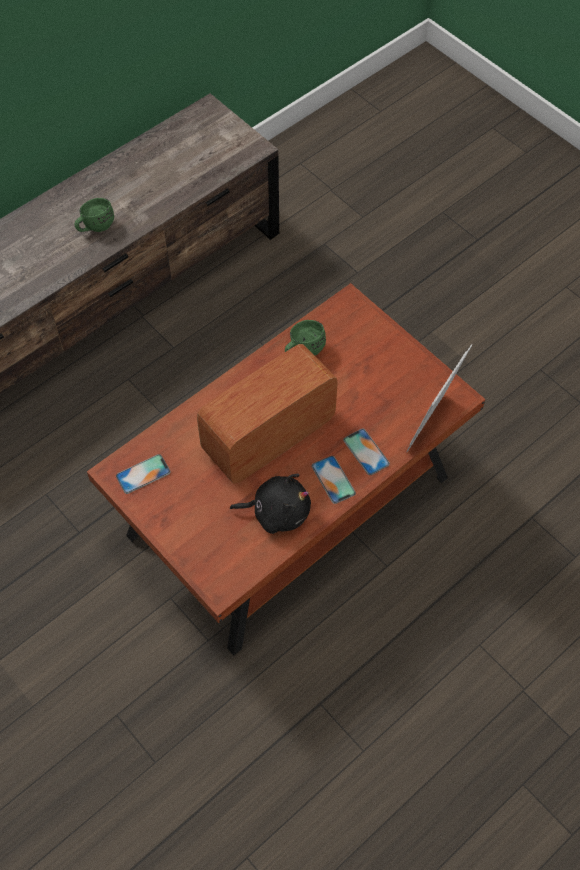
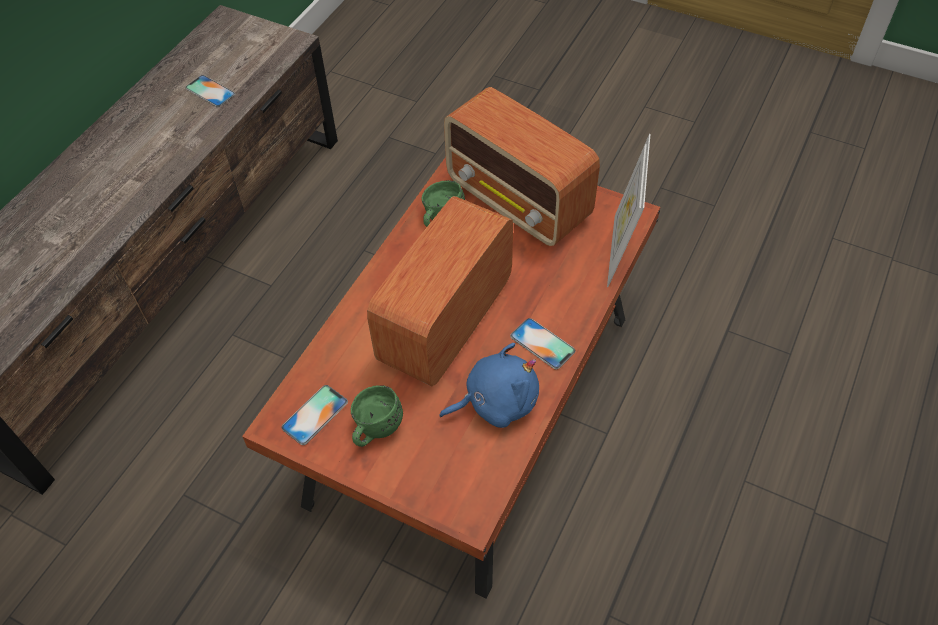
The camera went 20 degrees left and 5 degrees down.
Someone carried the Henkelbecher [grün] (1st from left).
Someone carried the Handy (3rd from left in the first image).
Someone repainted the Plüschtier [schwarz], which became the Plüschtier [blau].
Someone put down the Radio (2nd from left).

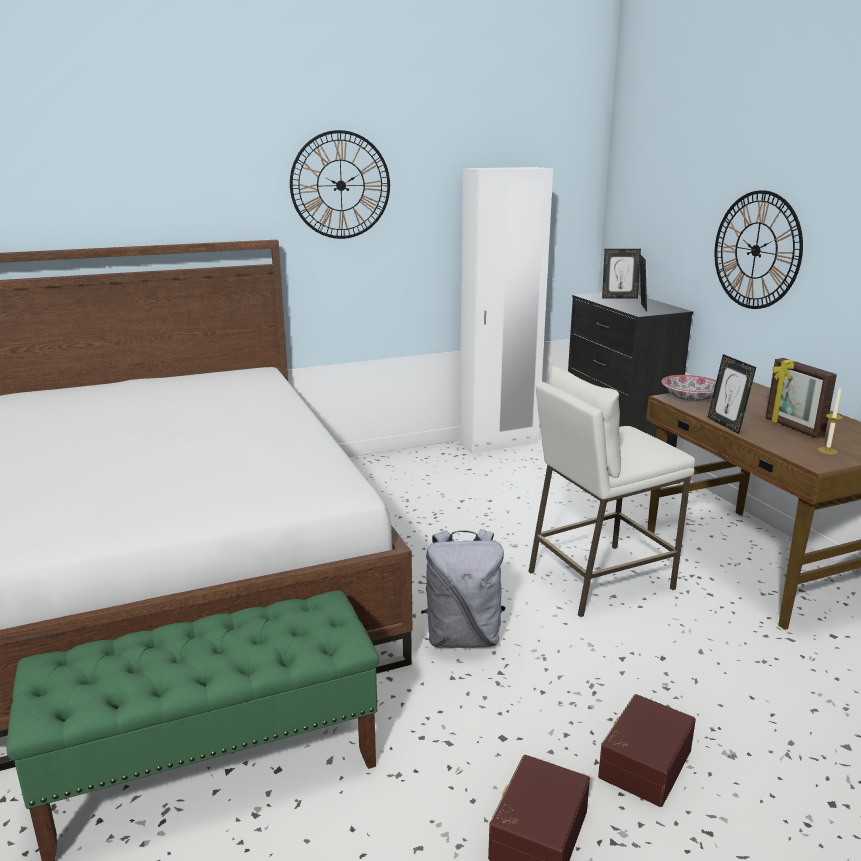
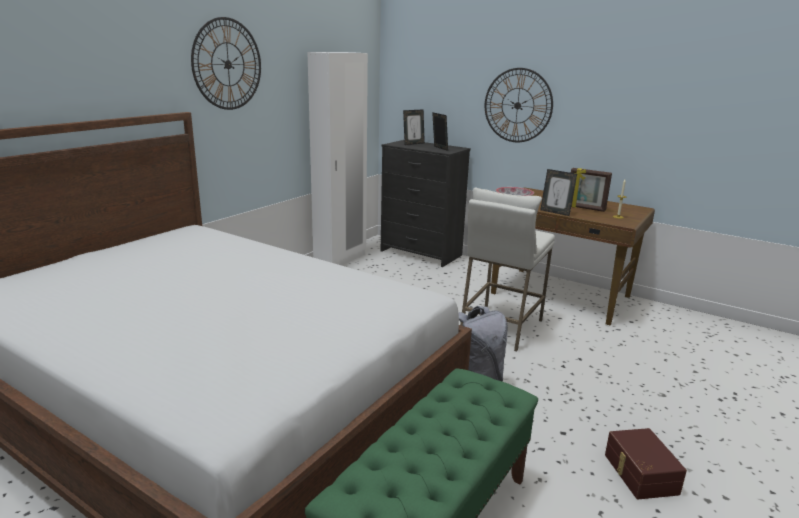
The camera went 35 degrees left and 0 degrees up.
Someone took away the Aufbewahrungsbox [braun] (2nd from left).

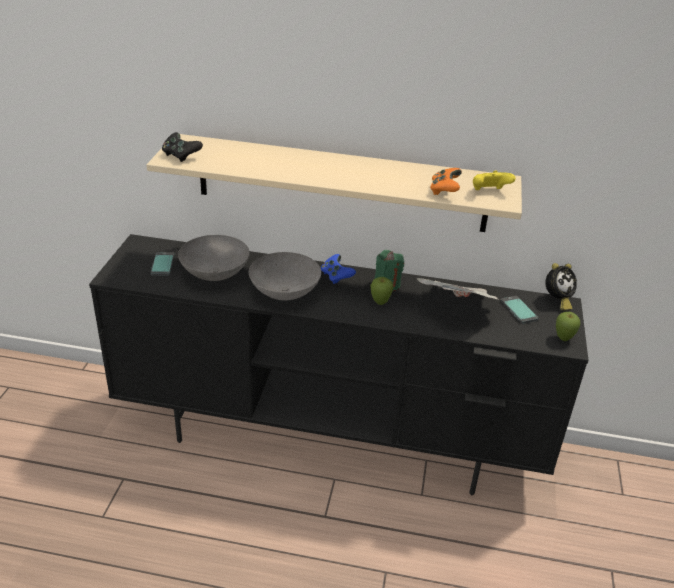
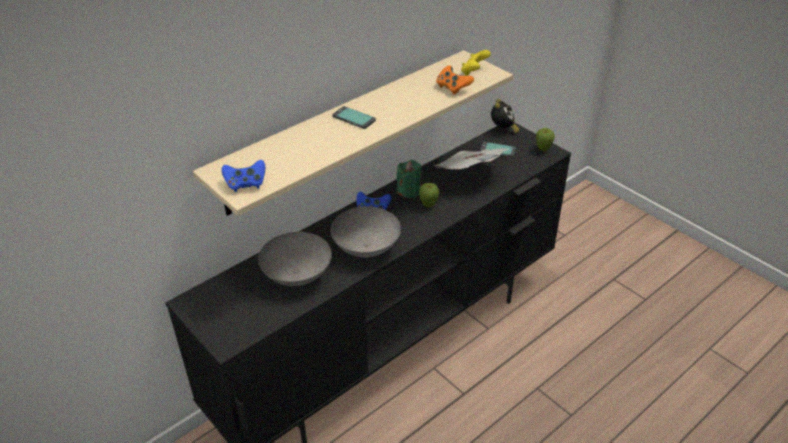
The camera went 50 degrees left and 5 degrees up.
Someone repainted the Gamepad [schwarz], which became the Gamepad [blau] (1st from left).
Someone carried the Handy (1st from left).

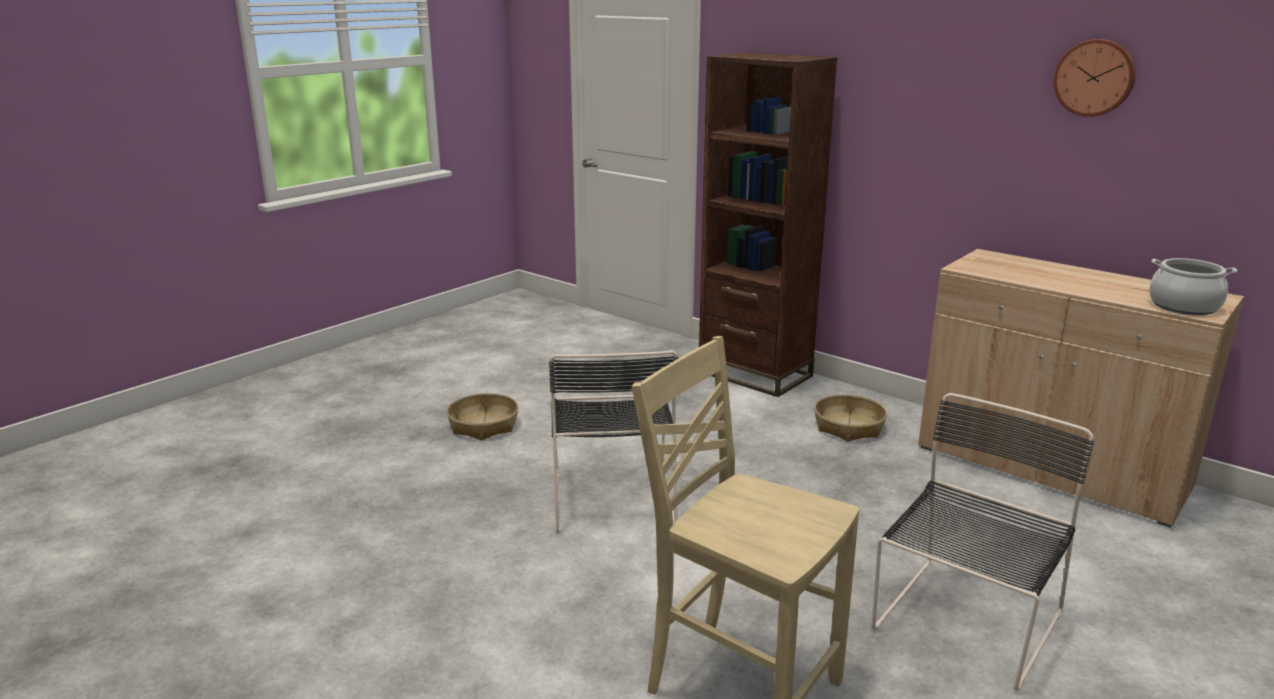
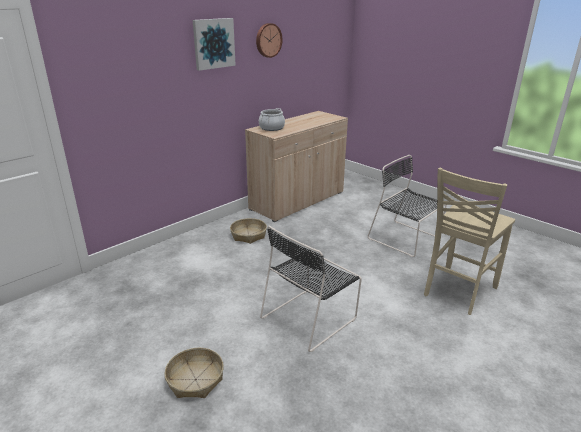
The camera went 85 degrees left and 5 degrees up.
Someone took away the Bücherregal [braun].
Someone carried the Kochtopf.
Someone rotated the Stuhl [schwarz] (1st from left) by 135 degrees clockwise.
Someone put up the Bild.

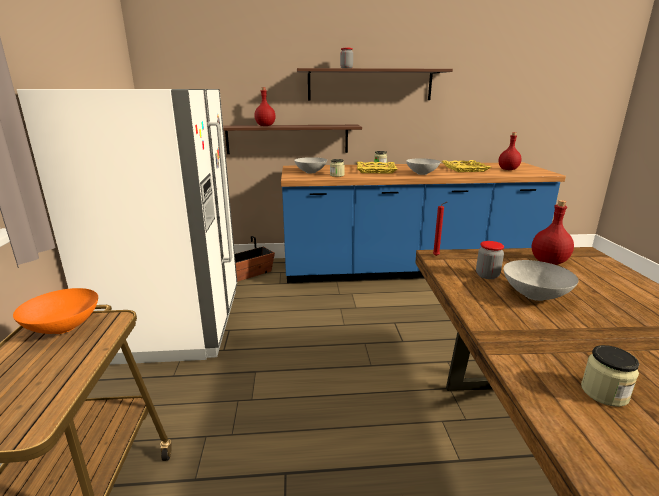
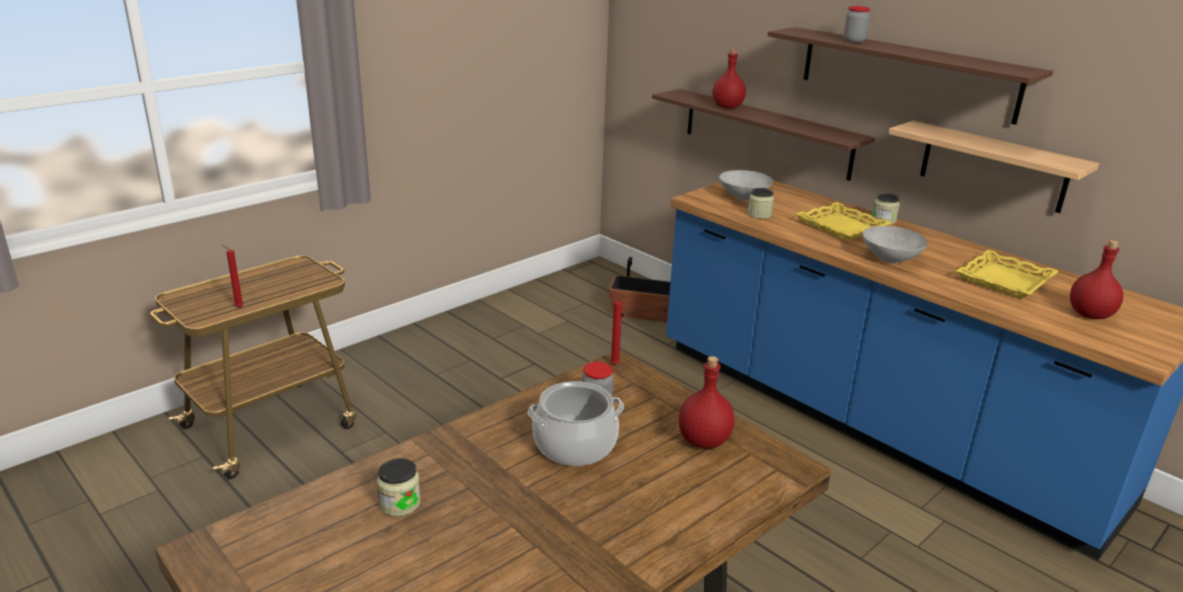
The camera went 50 degrees right and 5 degrees up.
Someone took away the Kühlschrank [weiß].
Someone swapped the Schüssel [grau] (3rd from left) for the Kochtopf.
Someone took away the Schüssel [orange].
Someone put up the Wandregal (3rd from left).
Someone put down the Kerze [rot] (1st from left).

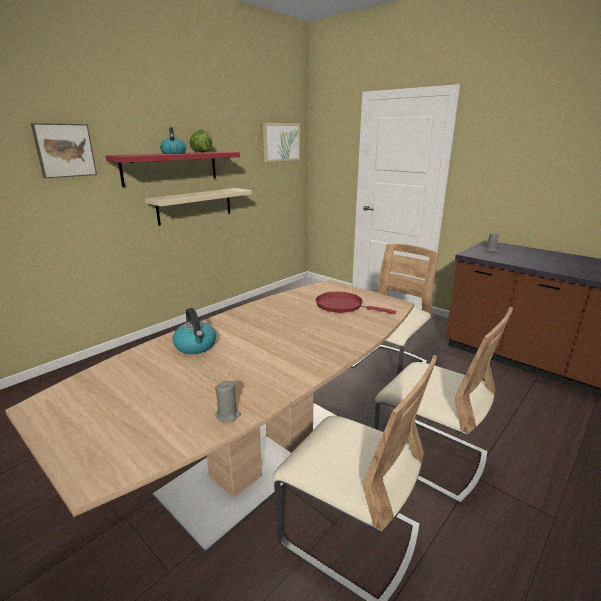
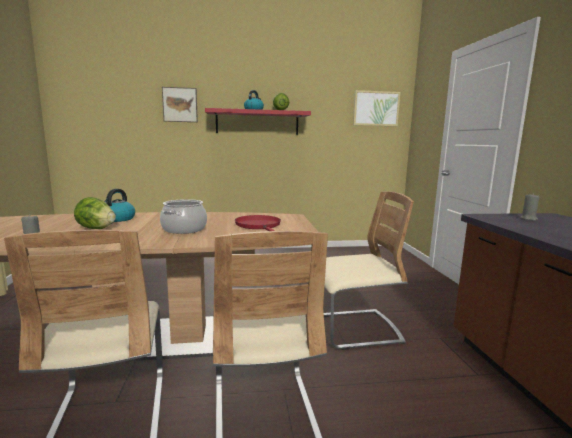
The camera went 40 degrees right and 10 degrees down.
Someone took away the Wandregal [beige].
Someone put down the Salatkopf (1st from left).
Someone put down the Kochtopf.

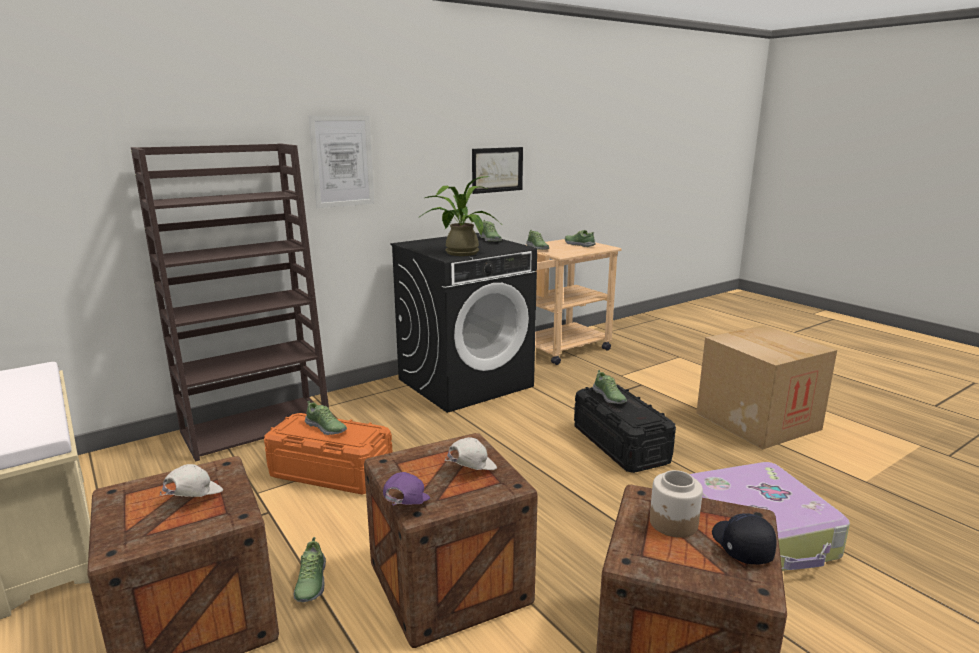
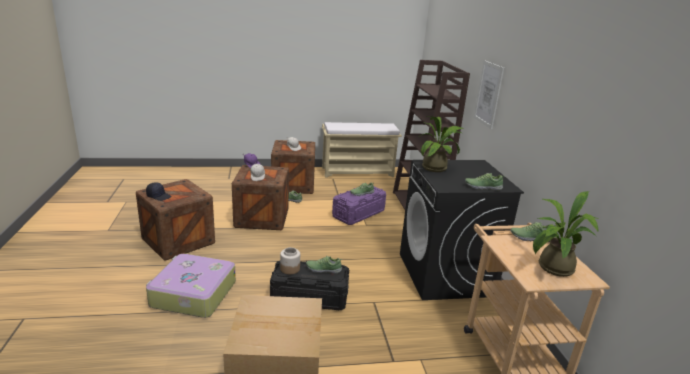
The camera went 115 degrees right and 5 degrees up.
Someone took away the Bild (2nd from left).
Someone swapped the Schuh (5th from left) for the Topfpflanze (2nd from left).
Someone repainted the Aufbewahrungsbox [orange], which became the Aufbewahrungsbox [lila].
Someone carried the Vorratsglas.

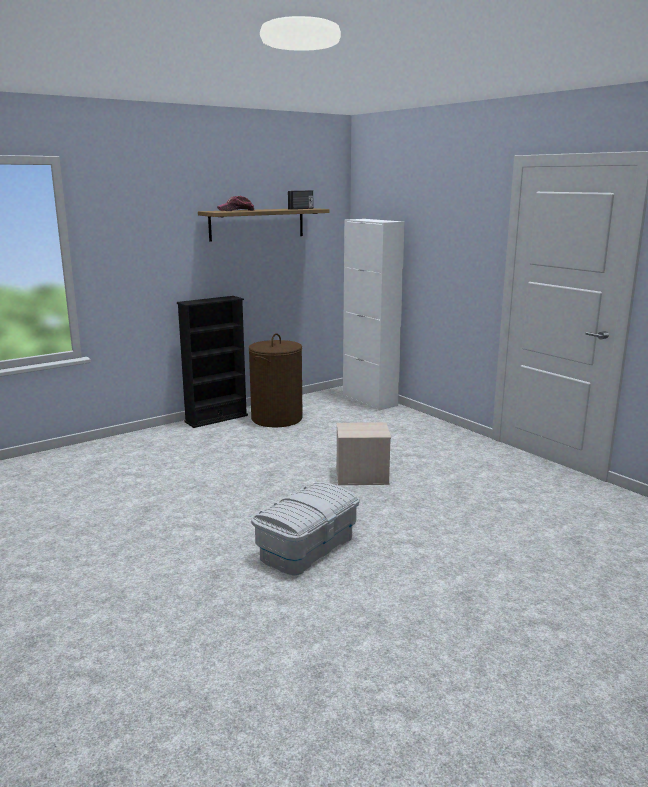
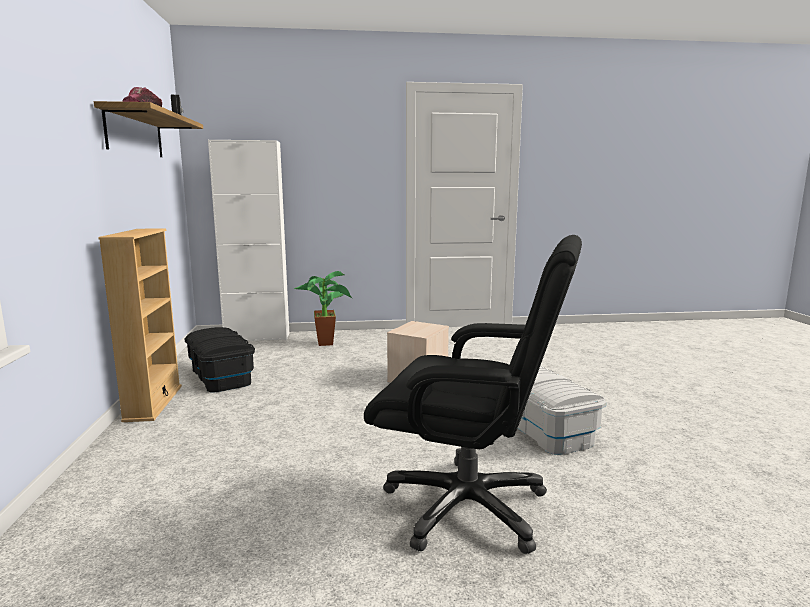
The camera went 60 degrees left and 5 degrees down.
Someone repainted the Bücherregal [schwarz], which became the Bücherregal [beige].
Someone swapped the Wäschekorb [braun] for the Aufbewahrungsbox [schwarz].
Someone put down the Bürostuhl [schwarz].
Someone put down the Topfpflanze.

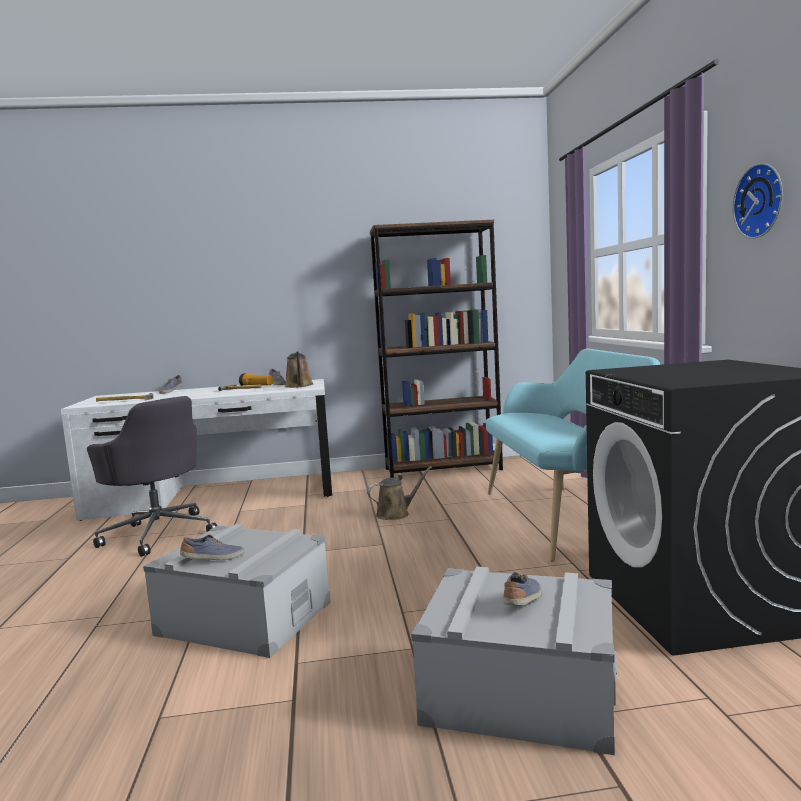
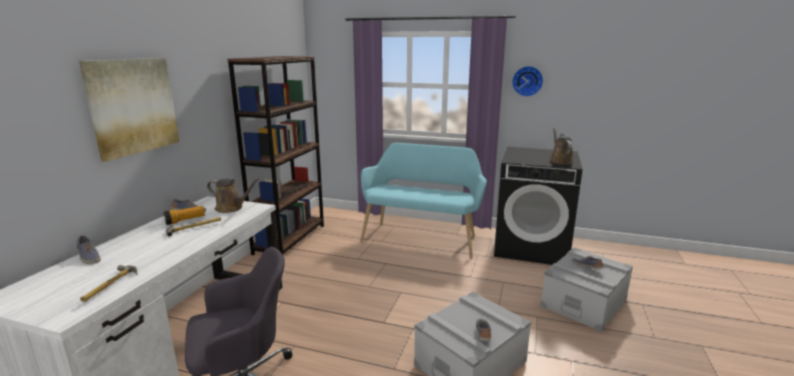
The camera went 65 degrees left and 10 degrees up.
Someone carried the Gießkanne [braun] (2nd from left).
Someone put up the Bild.

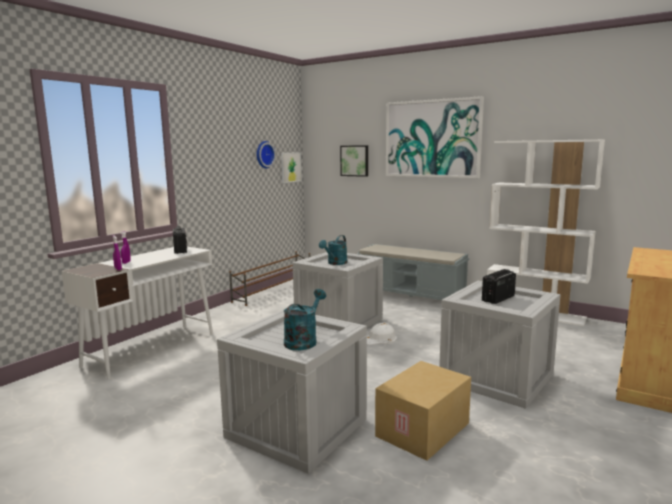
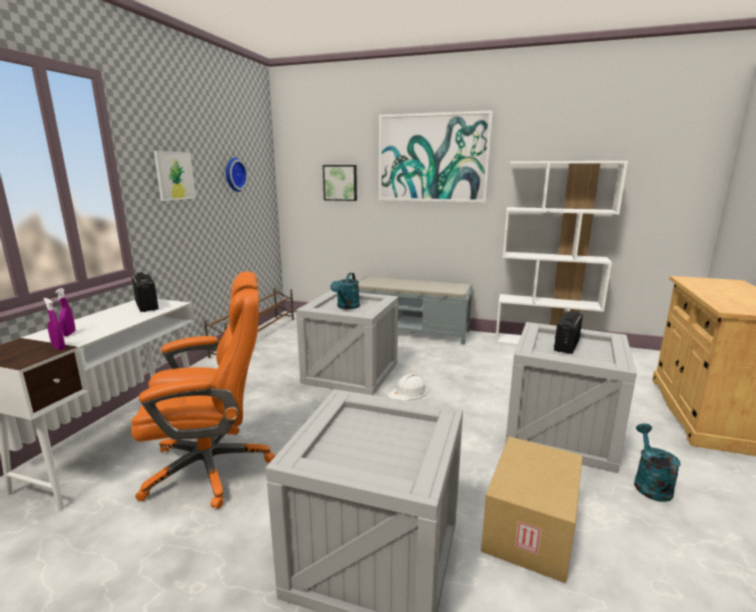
The camera went 15 degrees left and 5 degrees up.
Someone carried the Bild (1st from left).
Someone carried the Gießkanne [türkis] (1st from left in the first image).
Someone put down the Bürostuhl [orange].

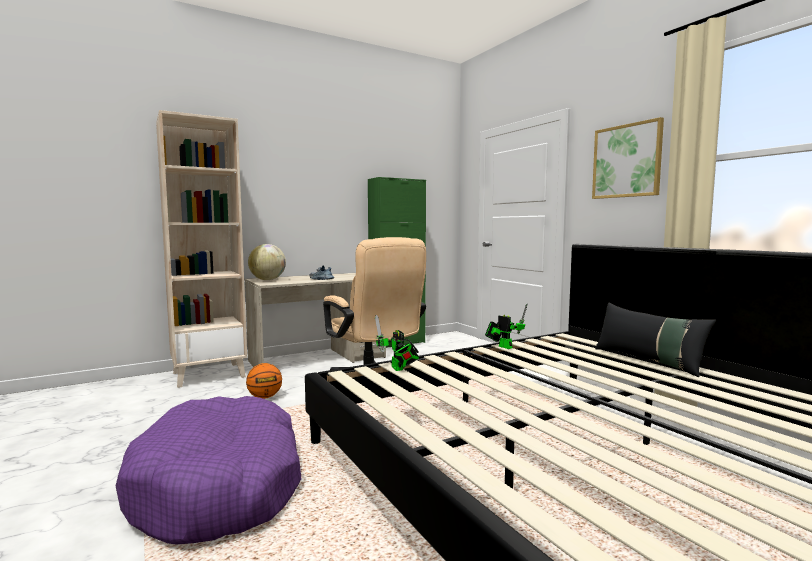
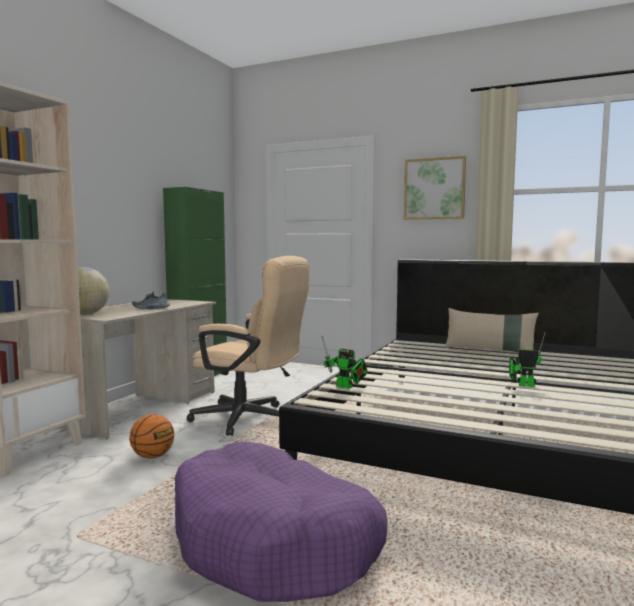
The camera went 35 degrees left and 0 degrees up.
Someone repainted the Kissen [schwarz], which became the Kissen [beige].
Someone carried the Spielzeugroboter (2nd from left).

